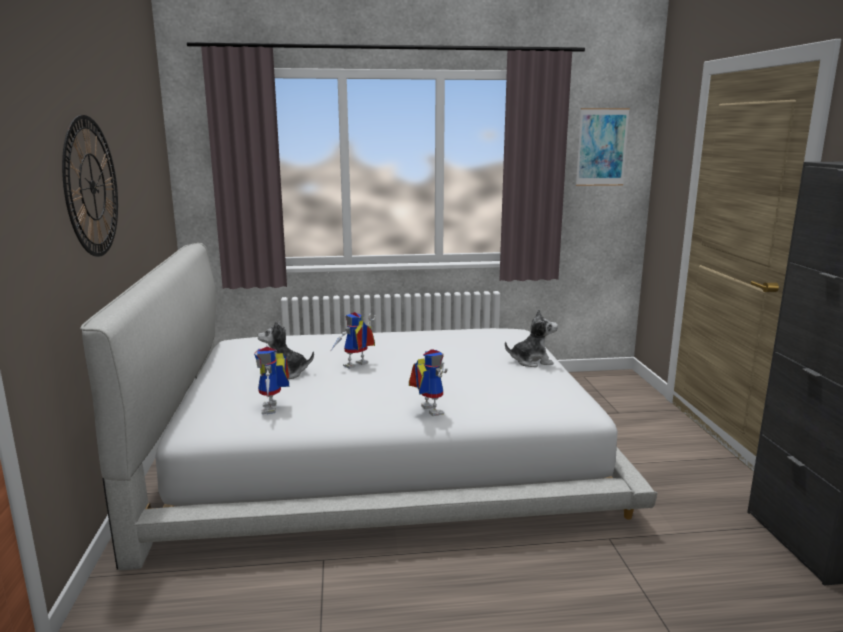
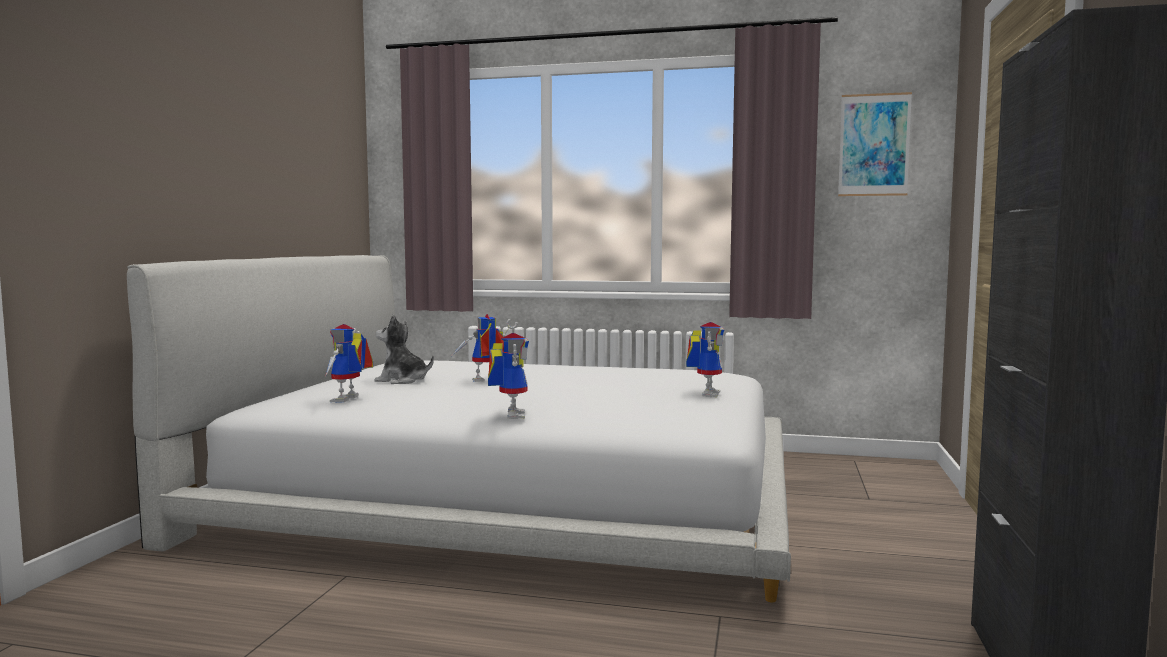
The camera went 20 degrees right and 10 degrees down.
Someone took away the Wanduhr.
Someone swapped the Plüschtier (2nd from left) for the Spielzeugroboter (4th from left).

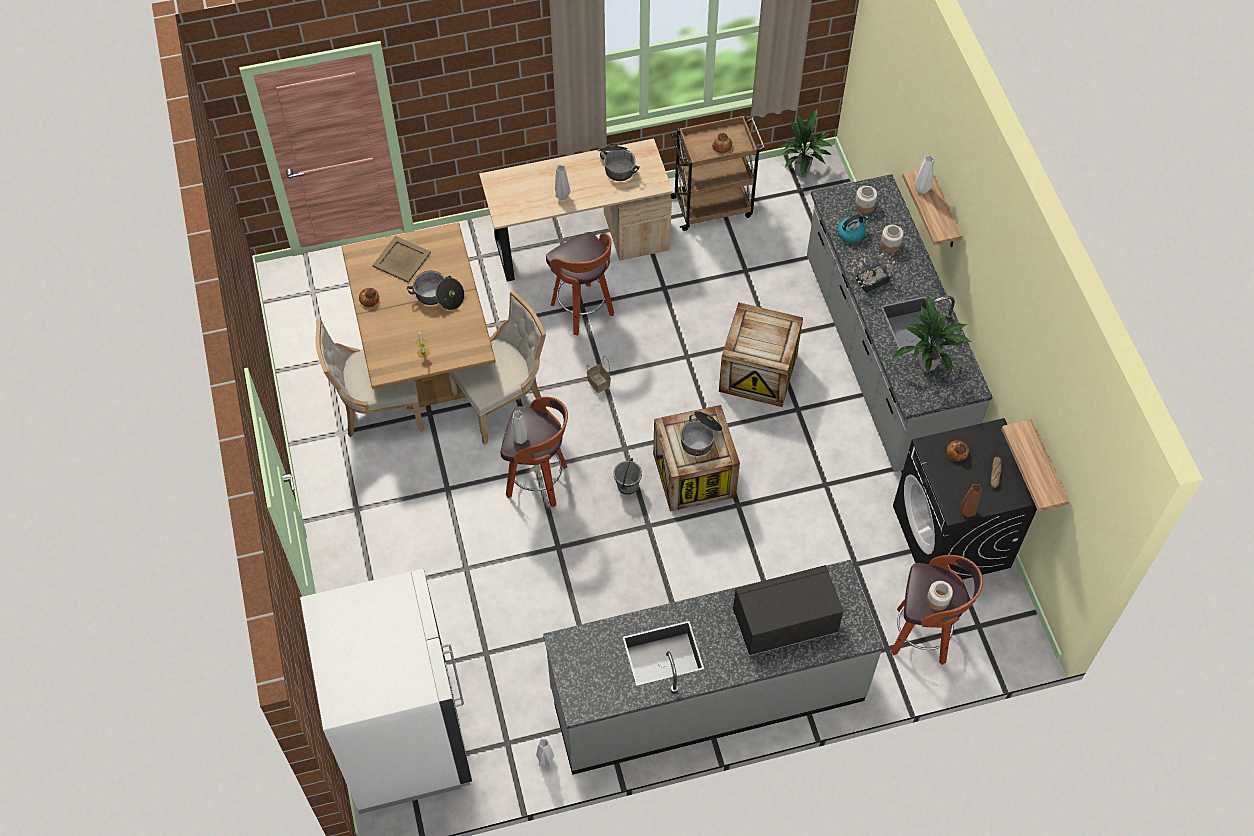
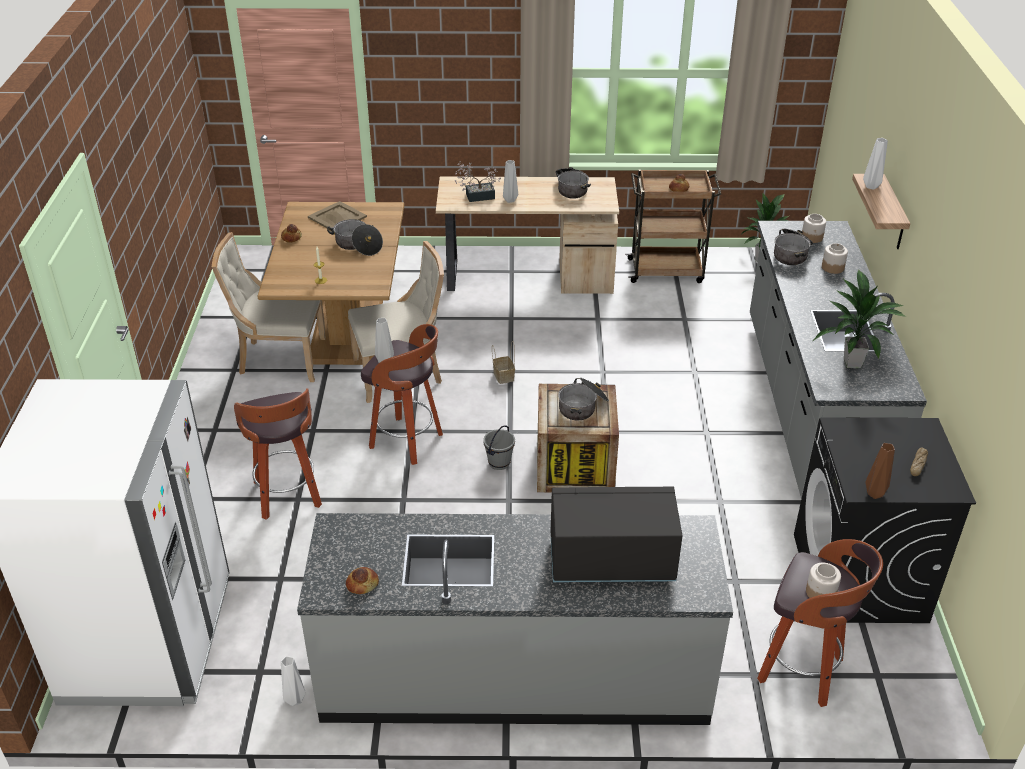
The camera went 15 degrees right and 20 degrees down.
Someone swapped the Wasserkessel for the Kochtopf (4th from left).
Someone carried the Hocker (2nd from left in the first image).
Someone carried the Topfpflanze (2nd from left in the first image).
Someone took away the Kiste (2nd from left).
Someone took away the Wandregal (2nd from left).
Someone carried the Brot (3rd from left in the first image).

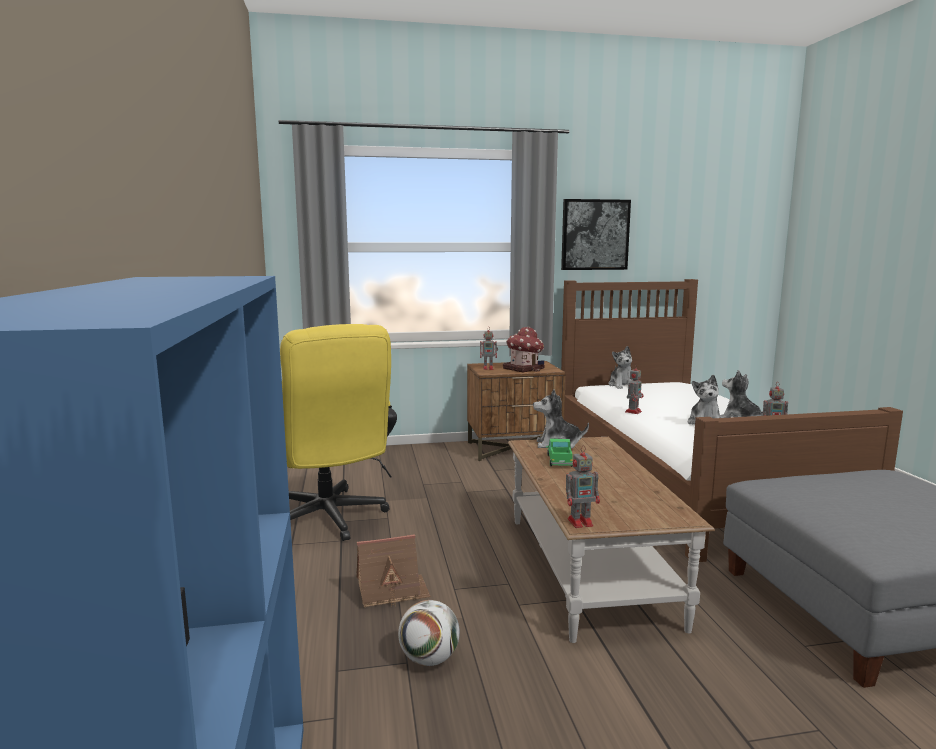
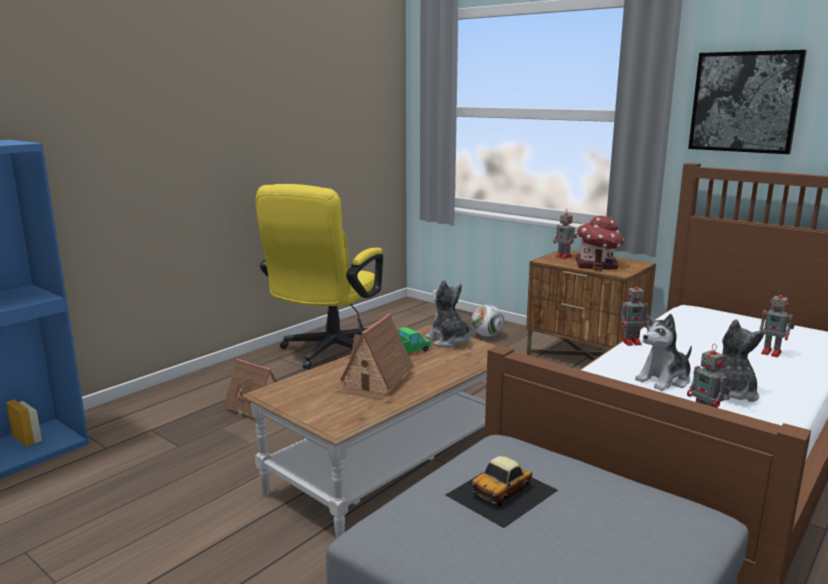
The camera went 50 degrees right and 5 degrees up.
Someone took away the Plüschtier (2nd from left).
Someone carried the Spielzeugroboter (2nd from left in the first image).
Someone carried the Fußball.
Someone put down the Spielzeughaus (2nd from left).
Someone put down the Spielzeugauto.

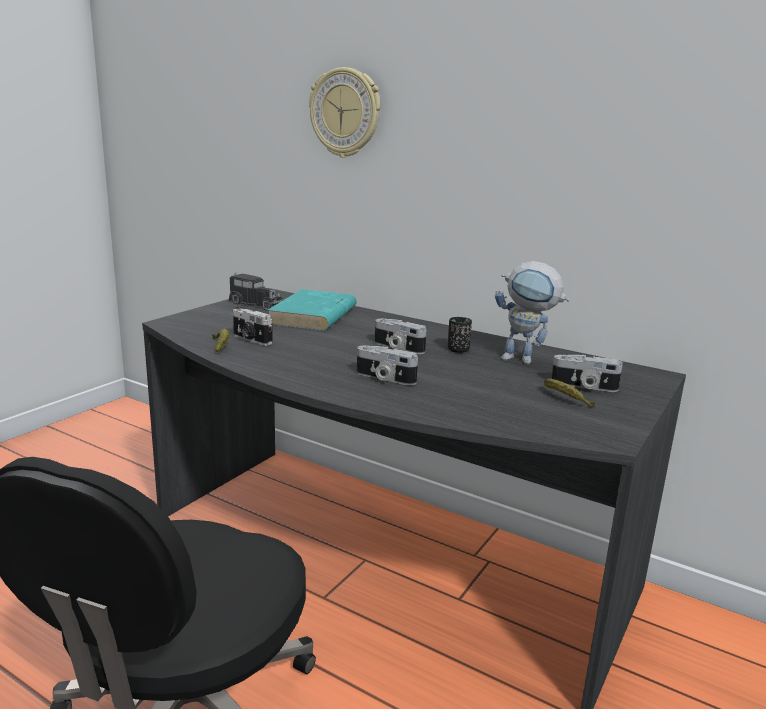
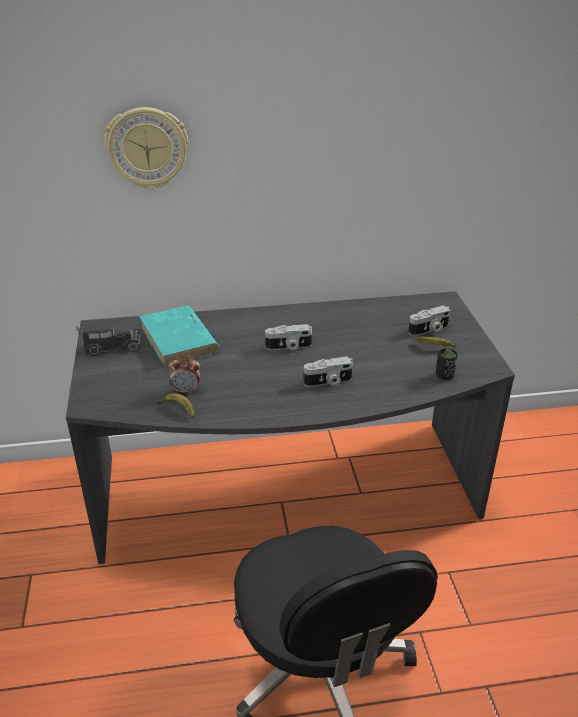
The camera went 40 degrees left and 15 degrees up.
Someone took away the Spielzeugroboter.
Someone swapped the Kamera (1st from left) for the Wecker.
Someone carried the Tasse [schwarz].

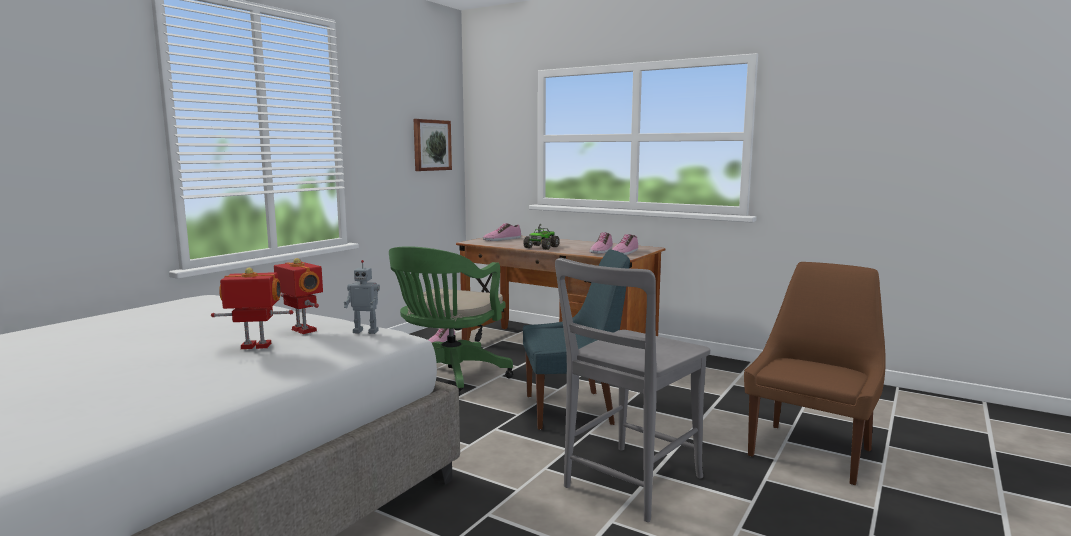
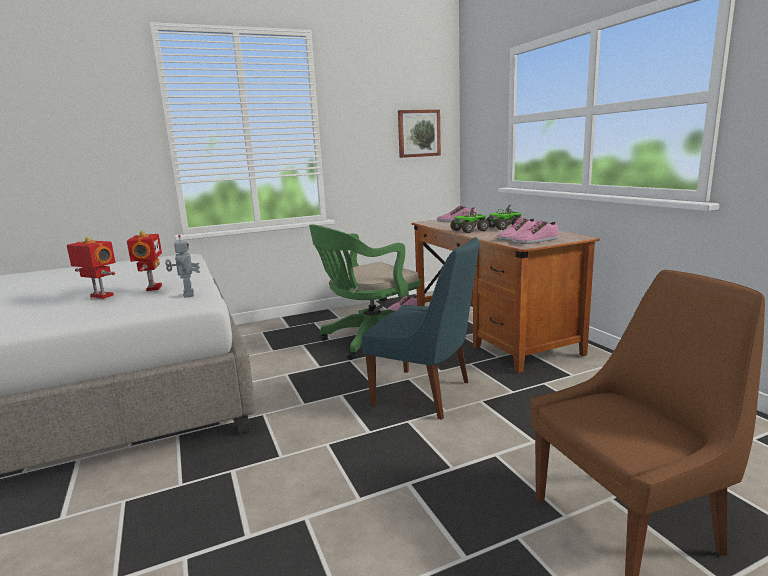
The camera went 35 degrees right and 5 degrees up.
Someone took away the Stuhl [grau].
Someone rotated the Spielzeugroboter (3rd from left) by 150 degrees counterclockwise.
Someone put down the Spielzeuglaster (2nd from left).

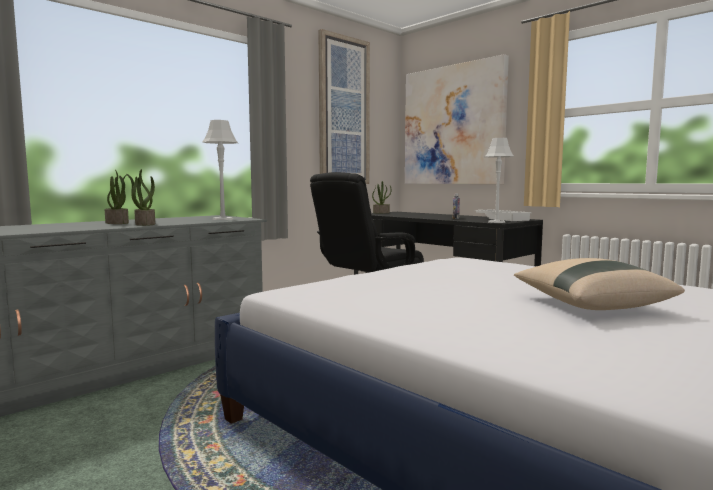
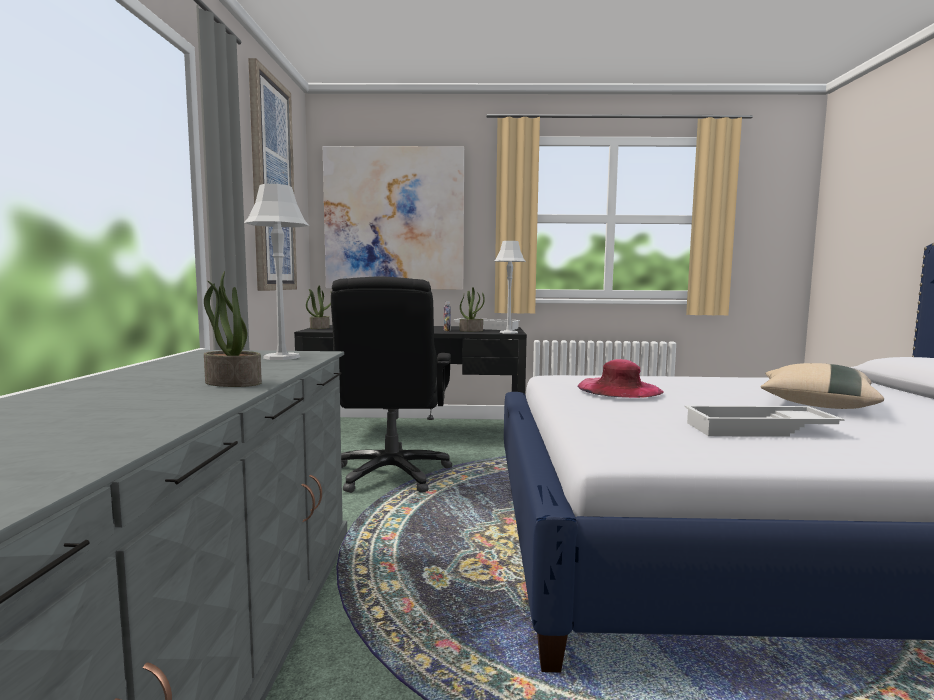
The camera went 45 degrees left and 0 degrees up.
Someone carried the Topfpflanze (1st from left in the first image).
Someone put down the Hut [rosa].
Someone put down the Tablett [weiß] (2nd from left).

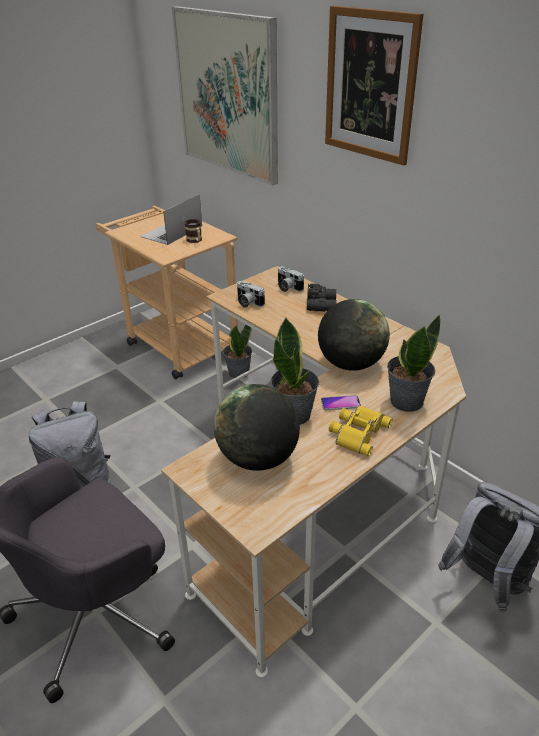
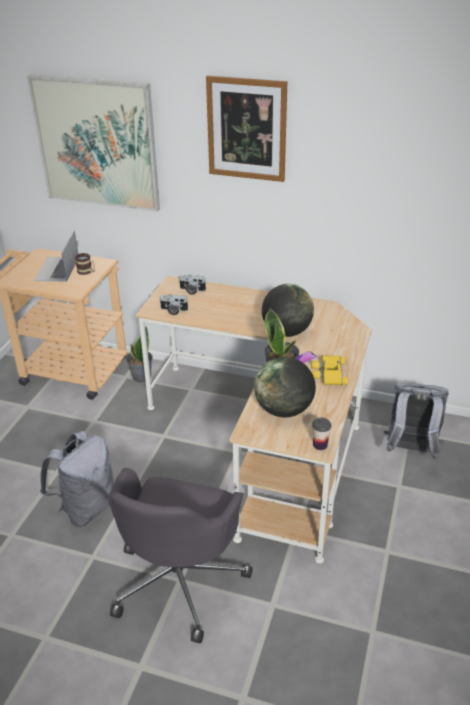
The camera went 30 degrees left and 0 degrees up.
Someone took away the Fernglas [schwarz].
Someone took away the Topfpflanze (3rd from left).
Someone put down the Tasse.

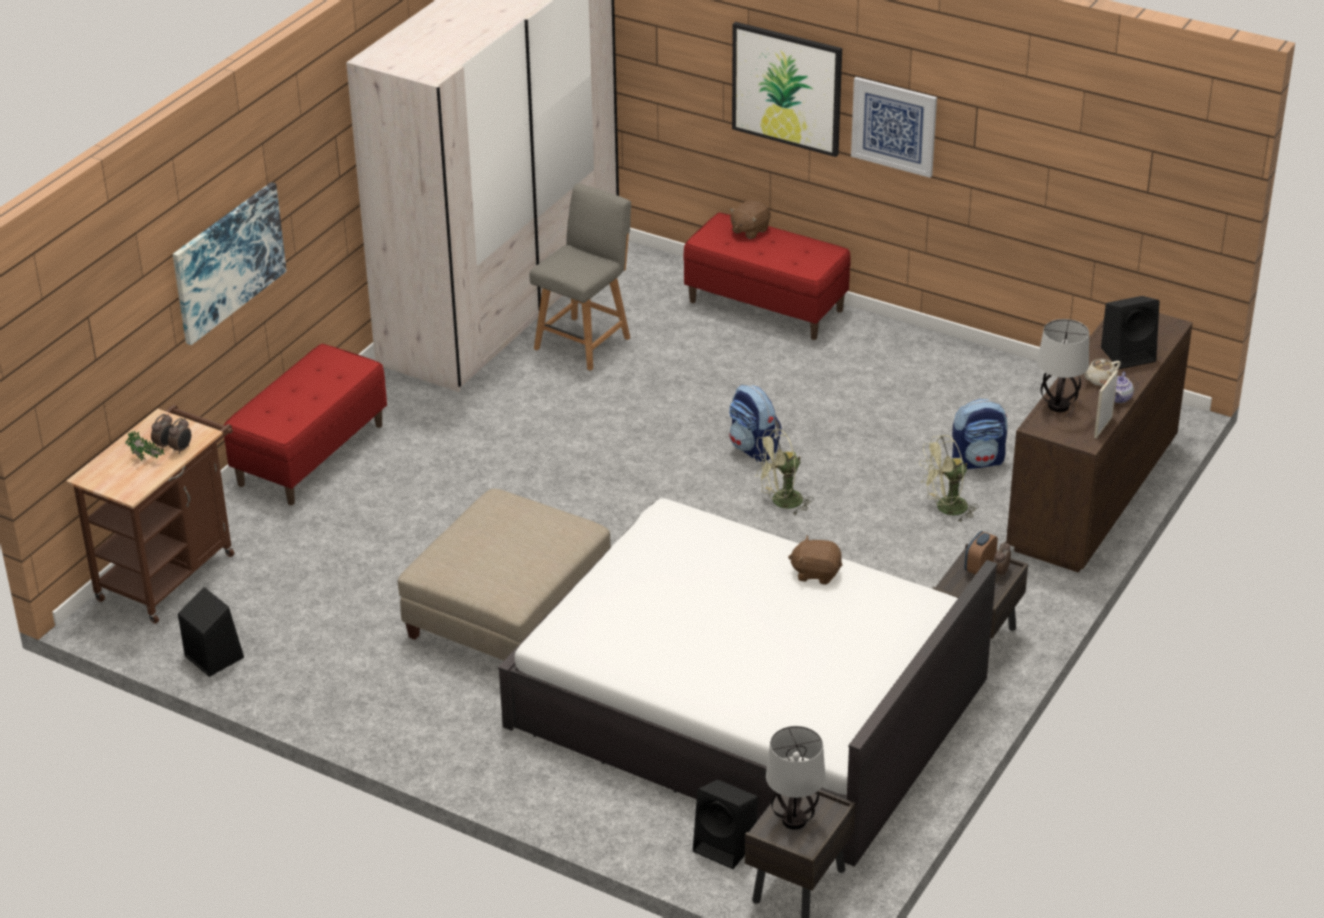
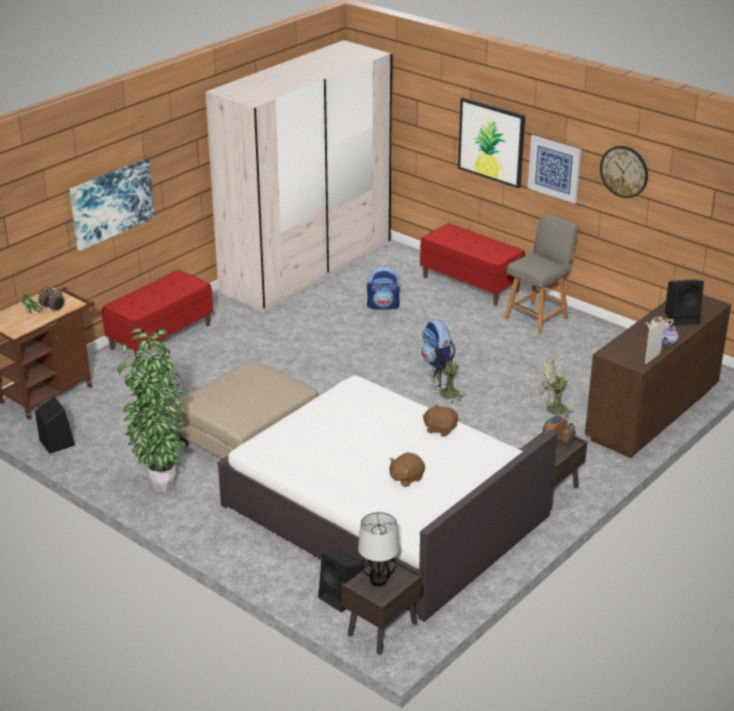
The camera went 10 degrees right and 5 degrees down.
Someone carried the Stuhl [grau].
Someone carried the Plüschtier [braun] (1st from left).
Someone took away the Tischlampe (2nd from left).
Someone carried the Rucksack (2nd from left in the first image).
Someone repainted the Ventilator [grün] (1st from left), which became the Ventilator [schwarz].
Someone put up the Wanduhr.
Someone put down the Topfpflanze (2nd from left).

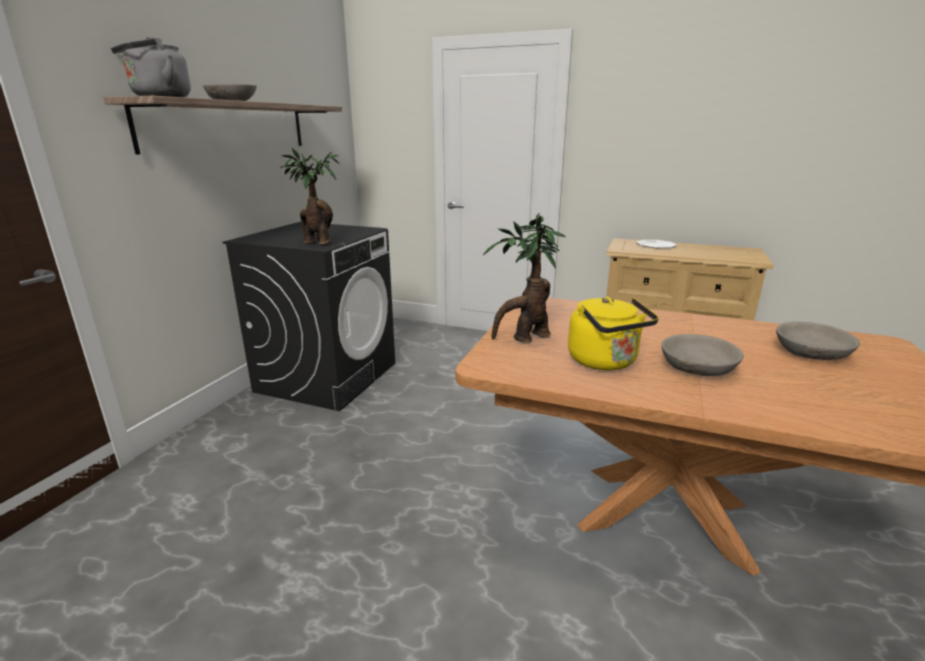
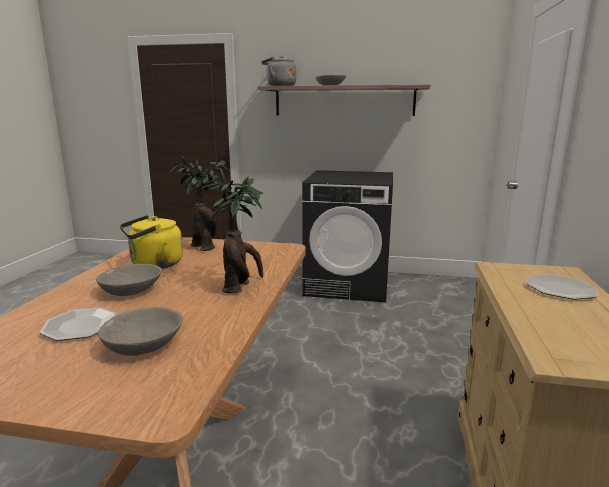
The camera went 80 degrees right and 5 degrees down.
Someone carried the Topfpflanze (1st from left in the first image).
Someone put down the Teller (1st from left).

